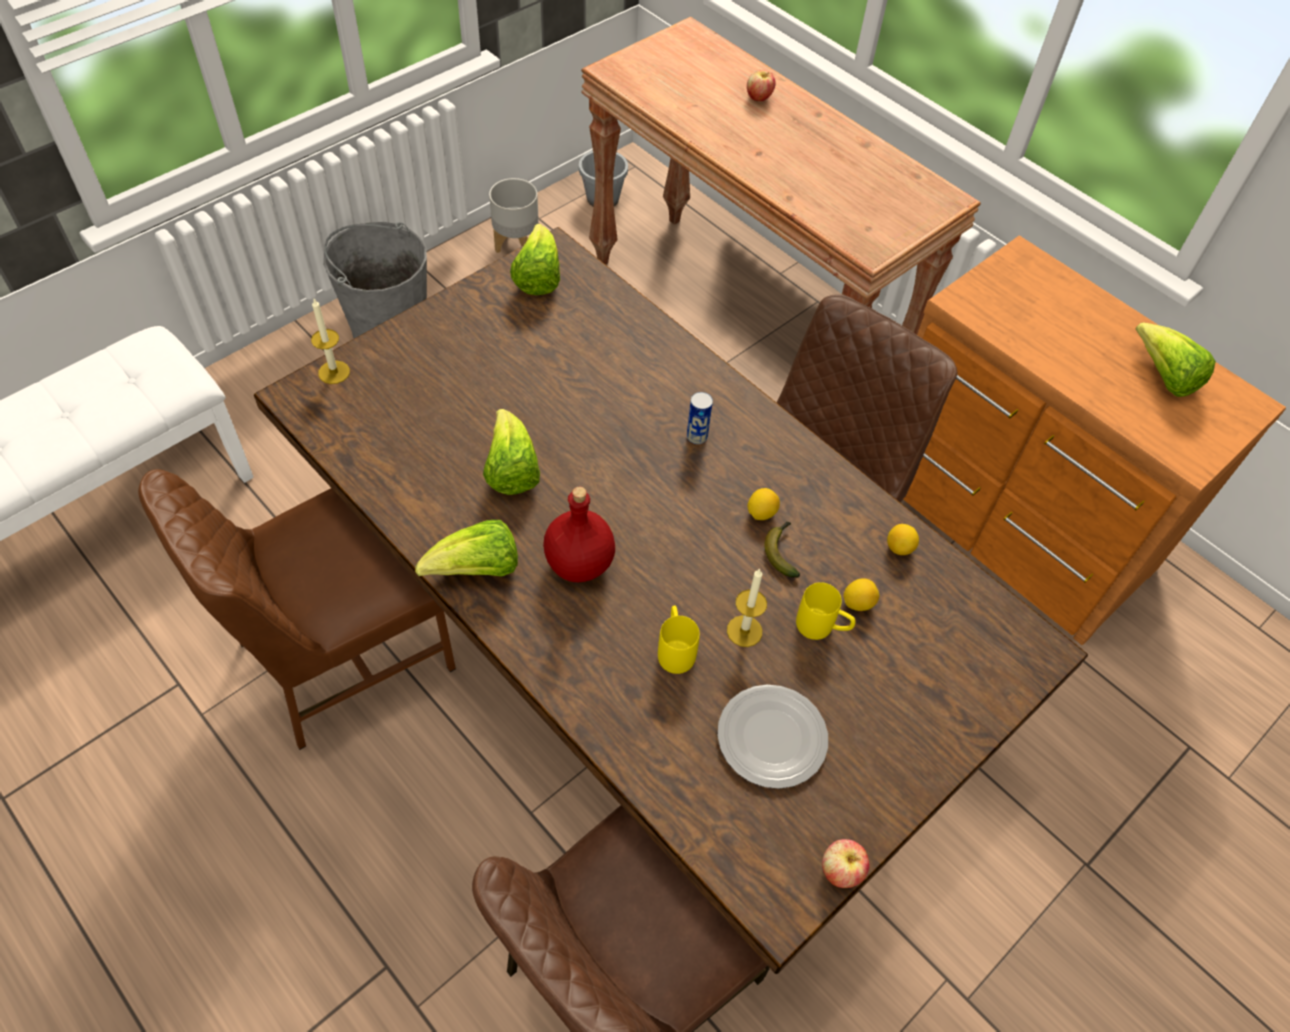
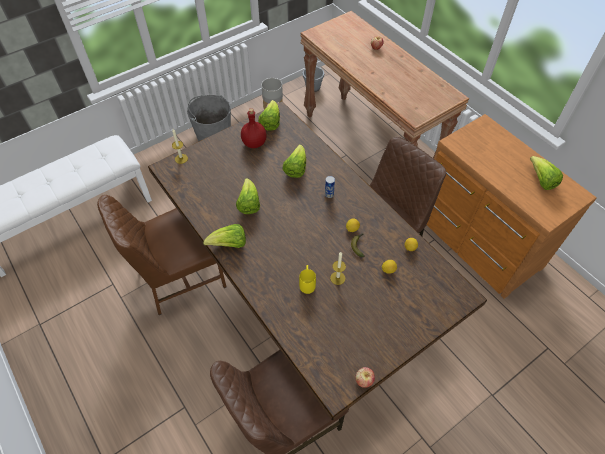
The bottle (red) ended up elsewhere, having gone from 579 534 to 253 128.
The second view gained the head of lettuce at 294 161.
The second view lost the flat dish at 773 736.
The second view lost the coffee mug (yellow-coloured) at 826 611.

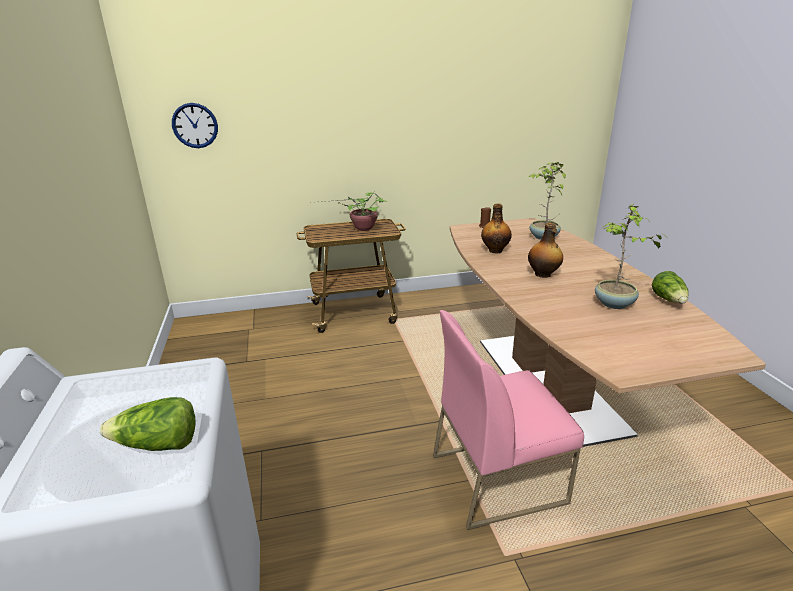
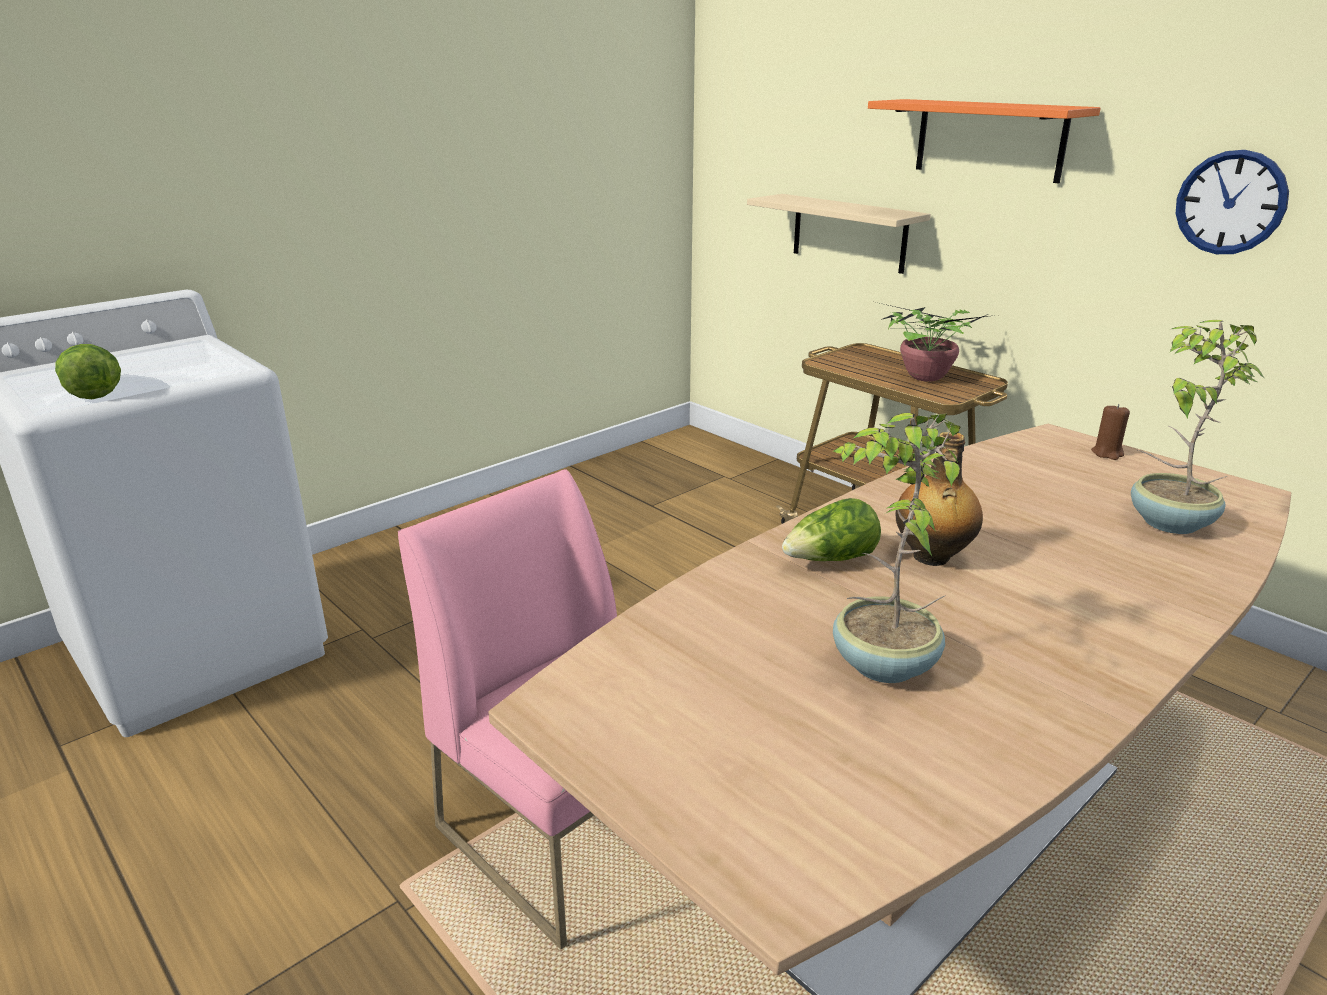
The second view gained the wall shelf (beige-coloured) at 839 234.
The head of lettuce ended up elsewhere, having gone from 670 287 to 831 529.
The second view gained the wall shelf (orange) at 984 141.
The clock on the wall ended up elsewhere, having gone from 195 125 to 1232 202.
The second view lost the bottle at 496 228.

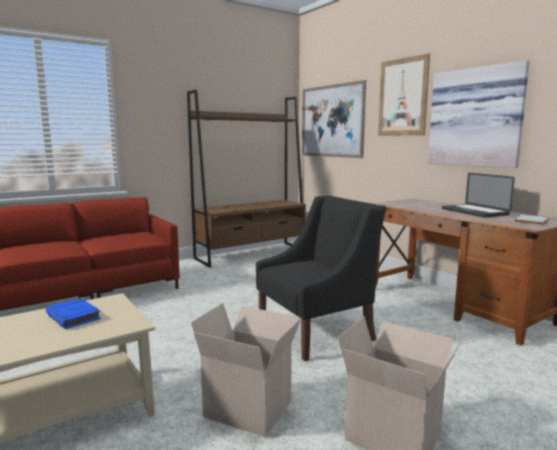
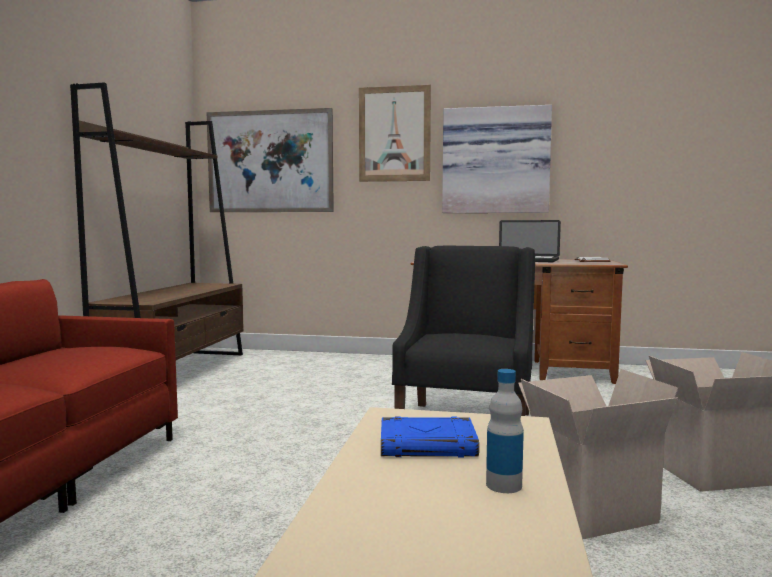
The second view gained the bottle at 505 431.

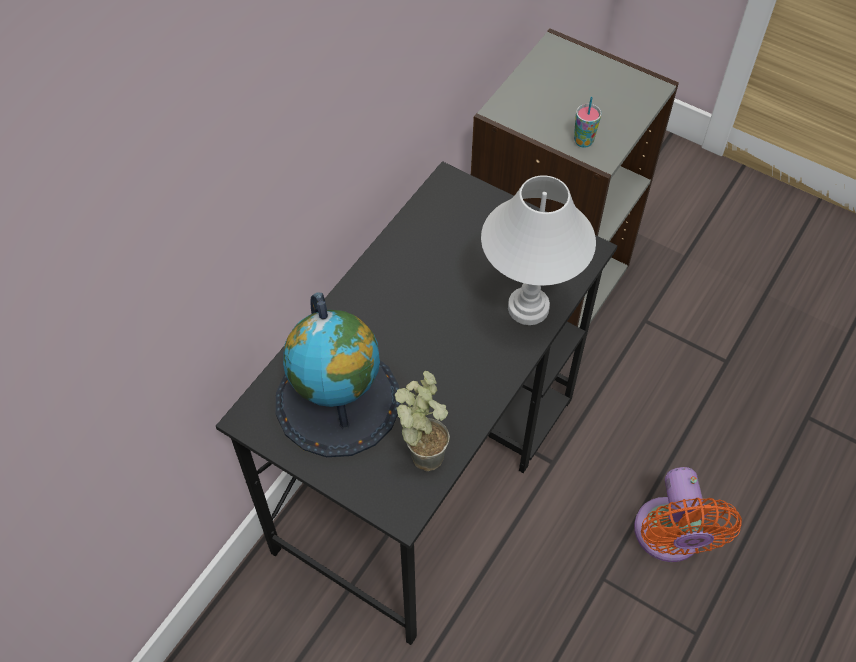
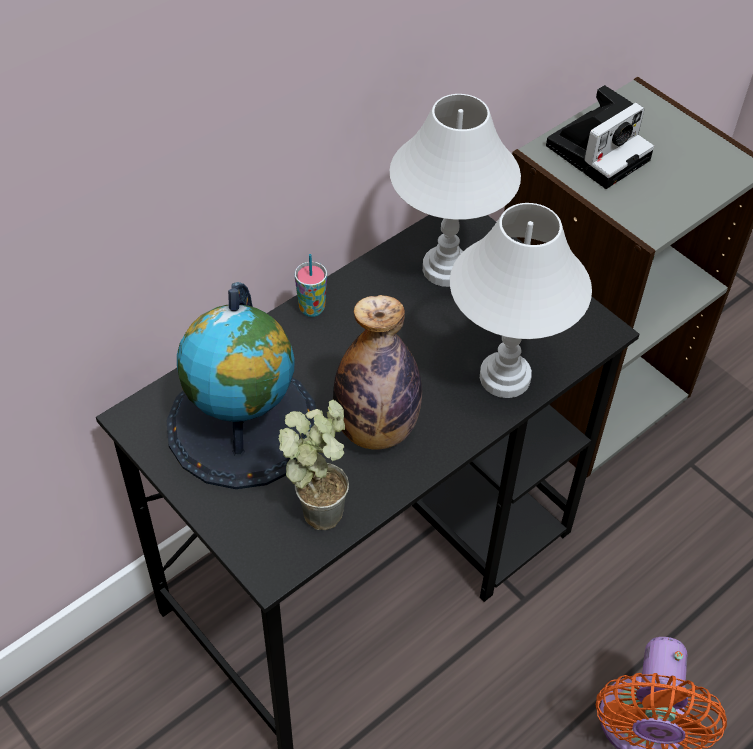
The small cup ended up elsewhere, having gone from 588 122 to 311 285.
The second view gained the bottle at 377 372.
The second view gained the table lamp (white-coloured) at 455 190.
The second view gained the photo camera at 600 137.

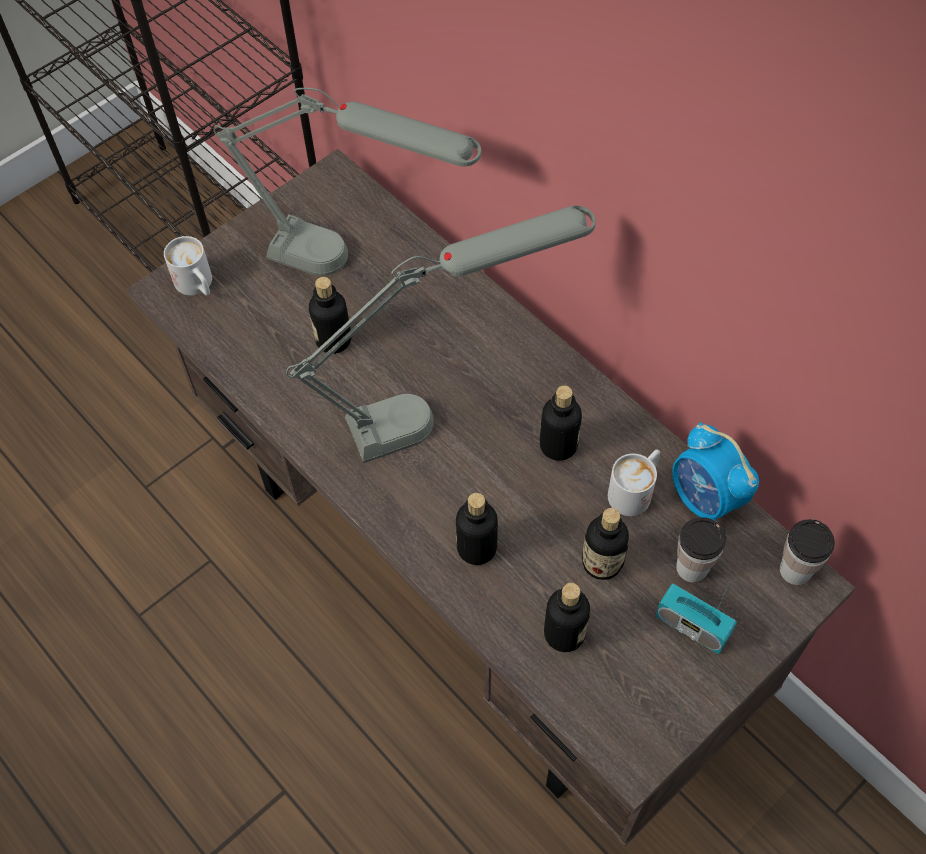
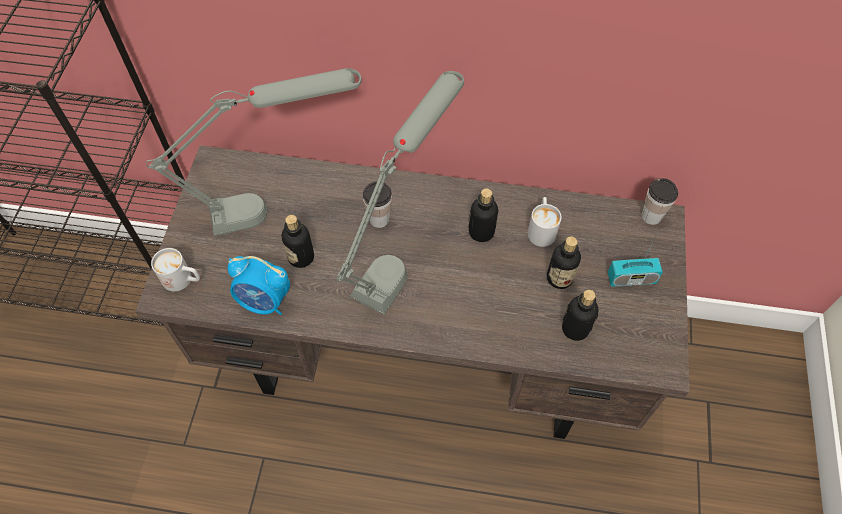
The table clock ended up elsewhere, having gone from 715 472 to 259 285.
The small cup ended up elsewhere, having gone from 701 550 to 377 204.
The second view lost the bottle at 477 529.

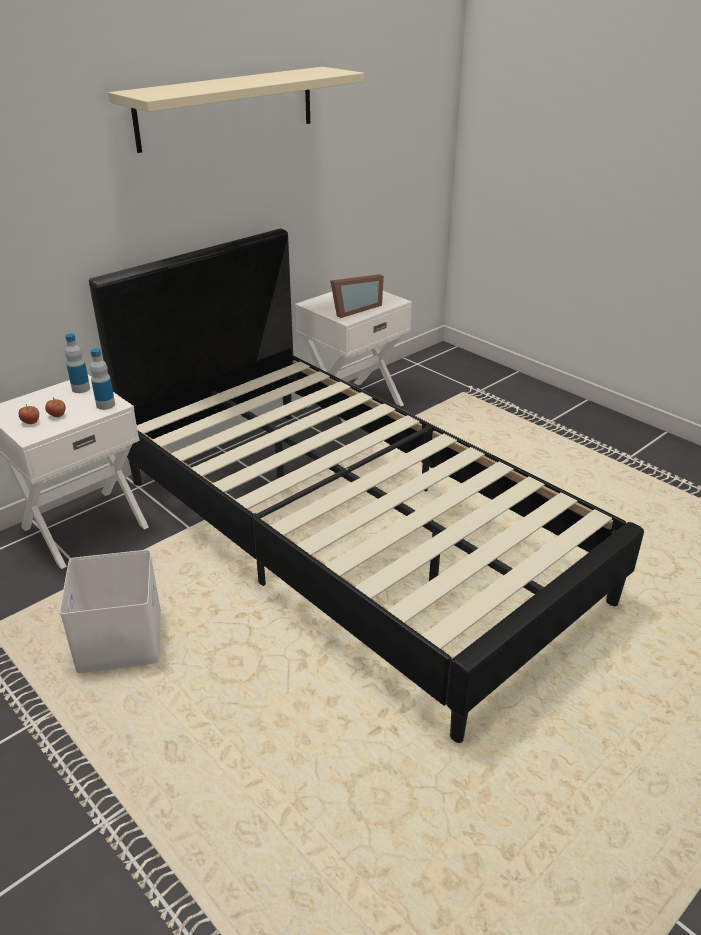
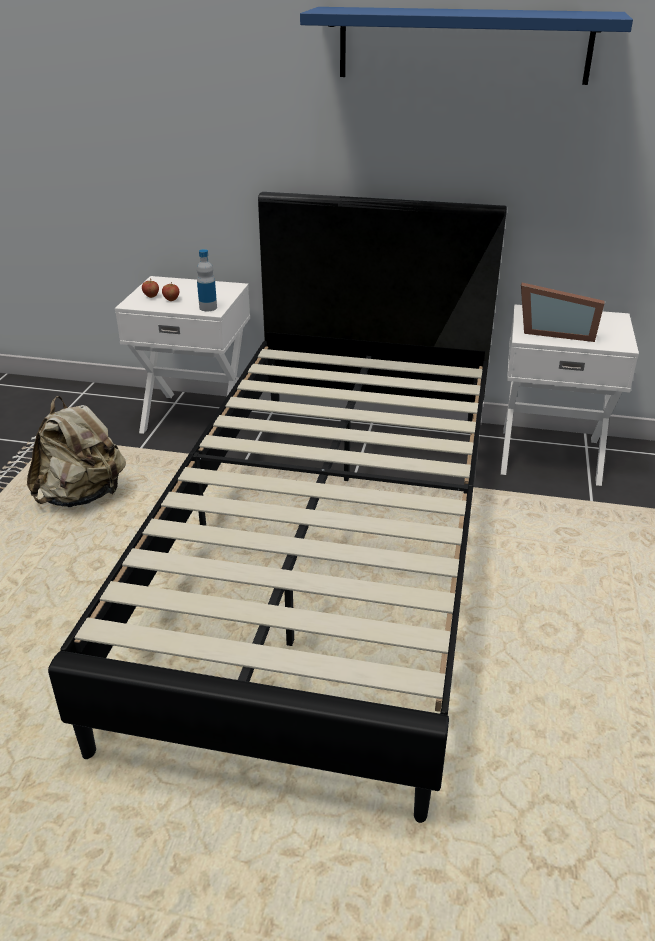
Where the storage container (white-coloured) stood at 110 611, the rucksack (beige-coloured) came to stand at 76 451.
What was the wall shelf (beige-coloured) at 236 110 turned into the wall shelf (blue-coloured) at 466 46.
The second view lost the bottle at 77 363.

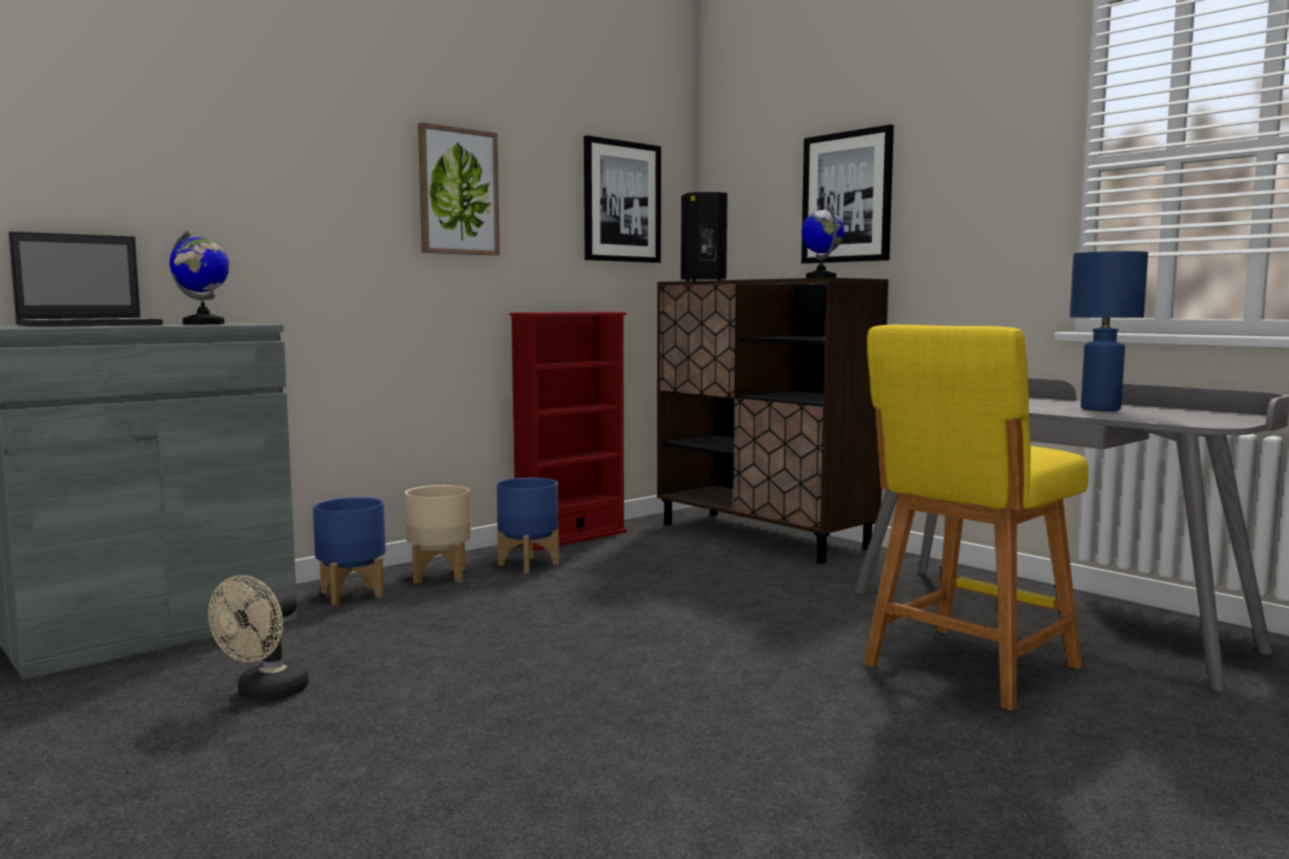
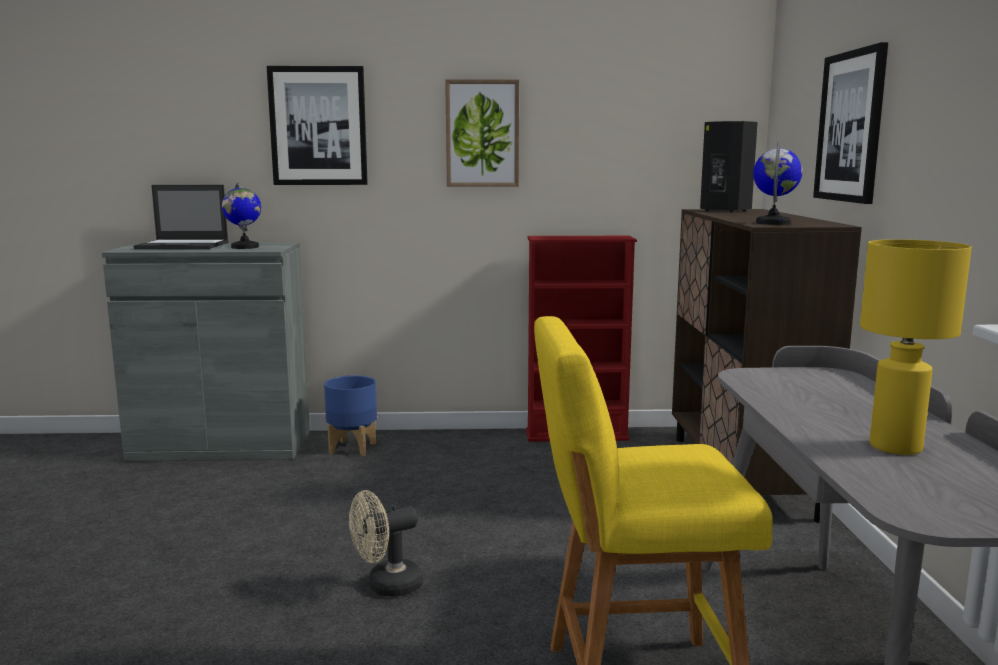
The wall picture ended up elsewhere, having gone from 622 199 to 317 125.
The cooling fan (beige-coloured) ended up elsewhere, having gone from 258 638 to 386 543.
What was the table lamp (blue-coloured) at 1109 331 turned into the table lamp (yellow-coloured) at 916 347.
The second view lost the flower pot (beige-coloured) at 438 534.
The second view lost the flower pot (blue-coloured) at 528 525.

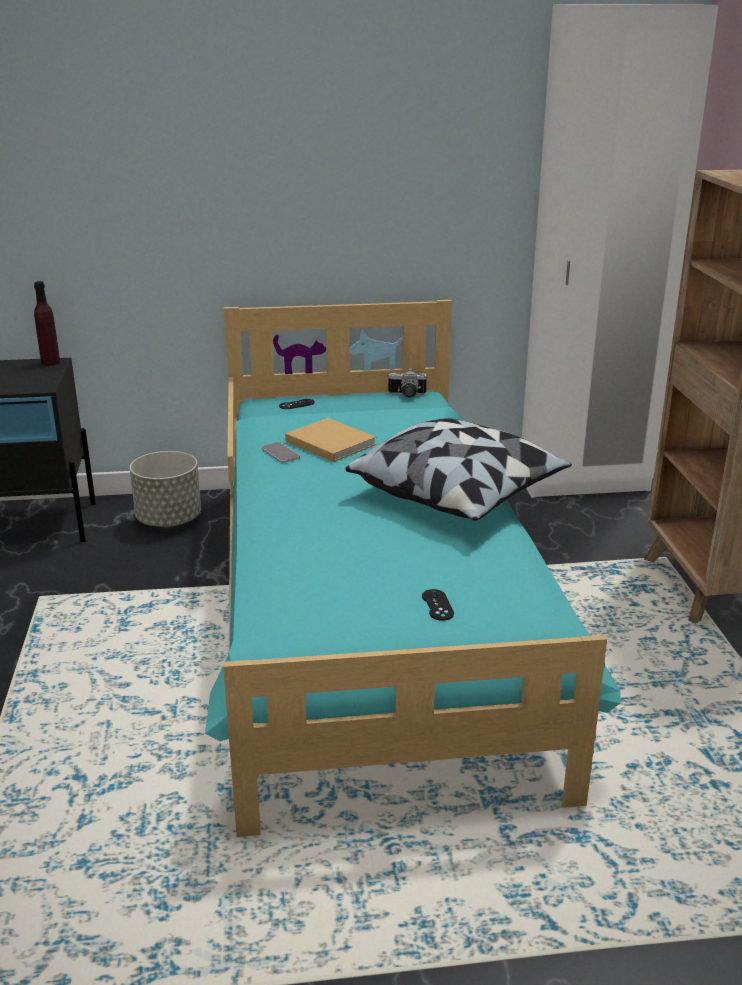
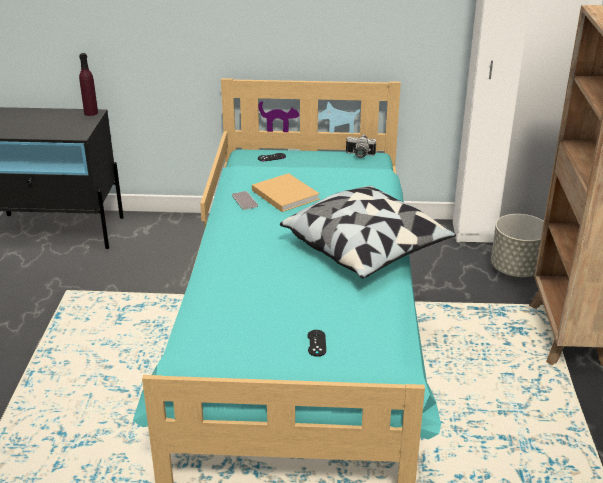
The flower pot (greyish) ended up elsewhere, having gone from 165 489 to 517 245.

